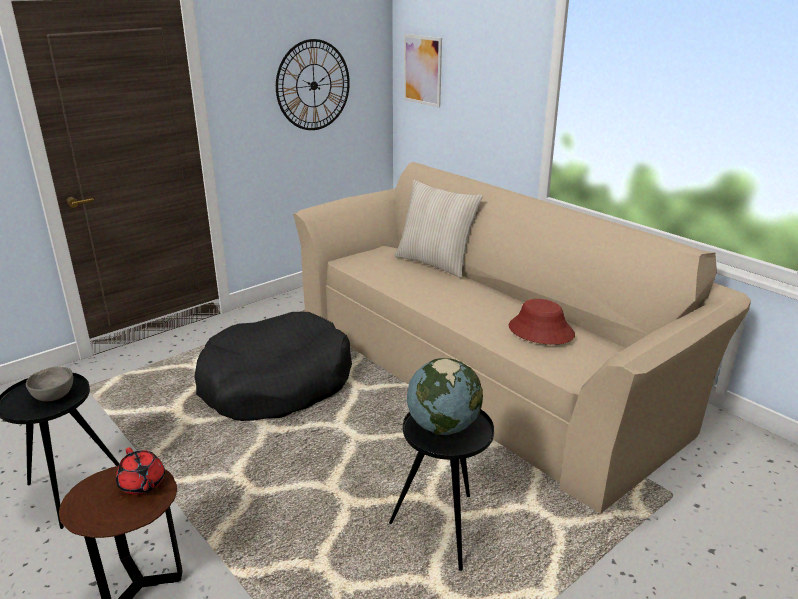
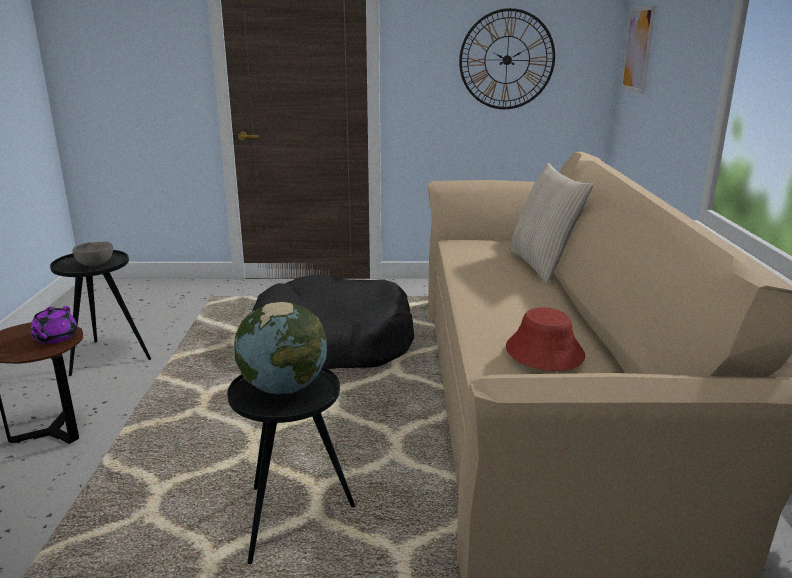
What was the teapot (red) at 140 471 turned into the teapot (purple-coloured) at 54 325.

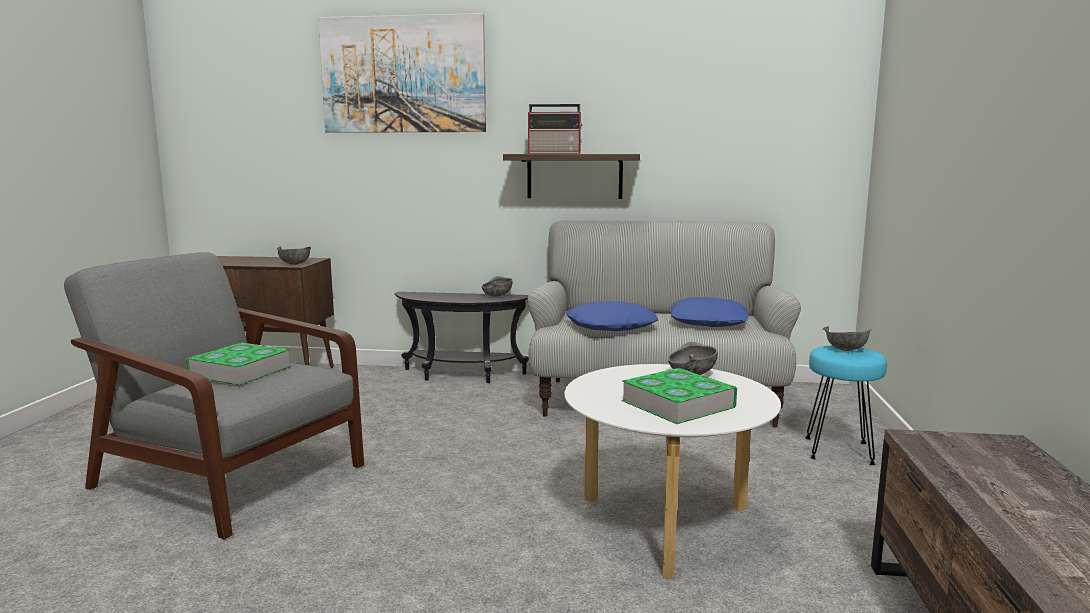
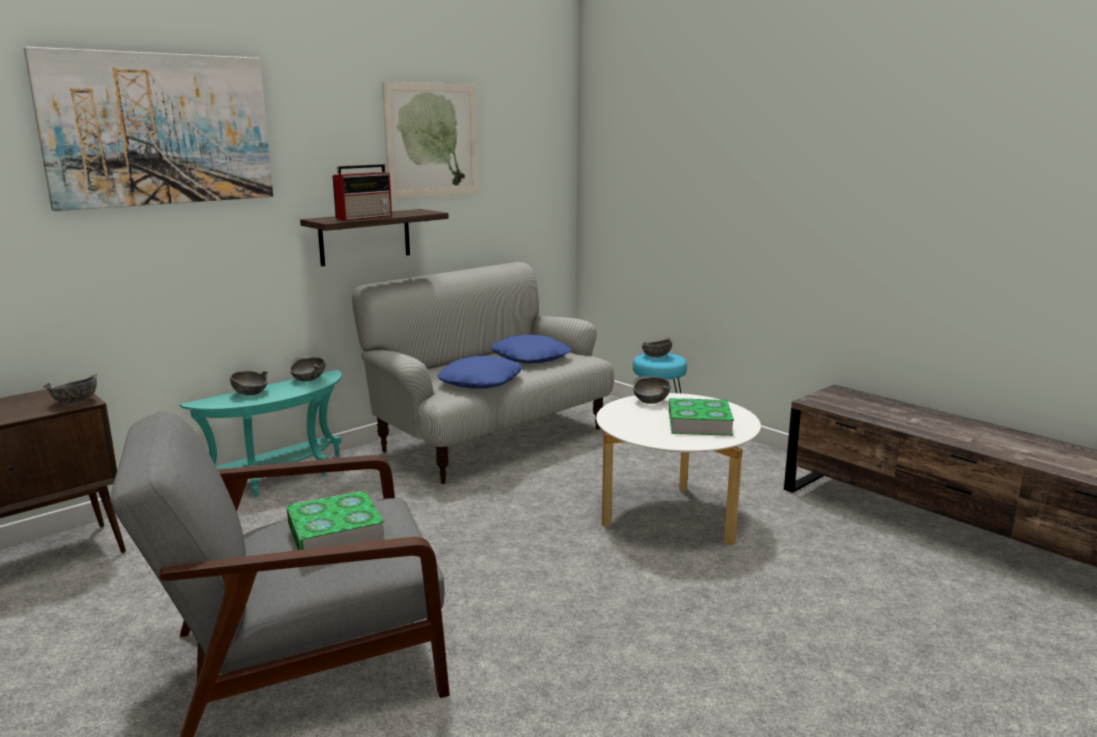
What was the side table (black-coloured) at 462 337 turned into the side table (turquoise) at 261 433.
The second view gained the serving bowl (greyish) at 248 382.
The second view gained the wall picture at 430 140.

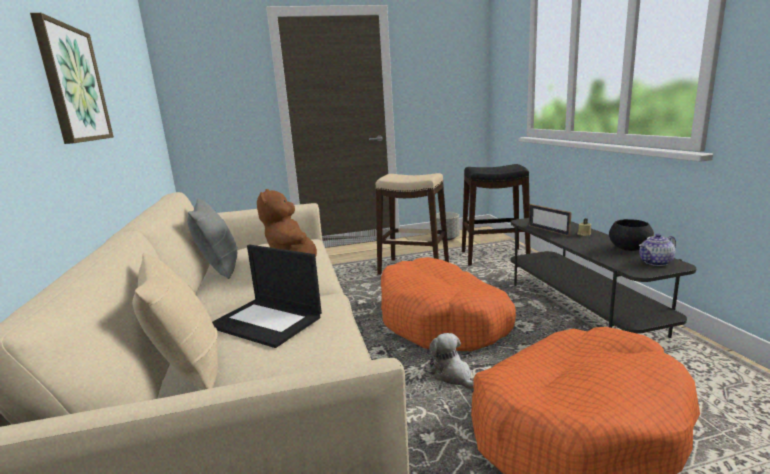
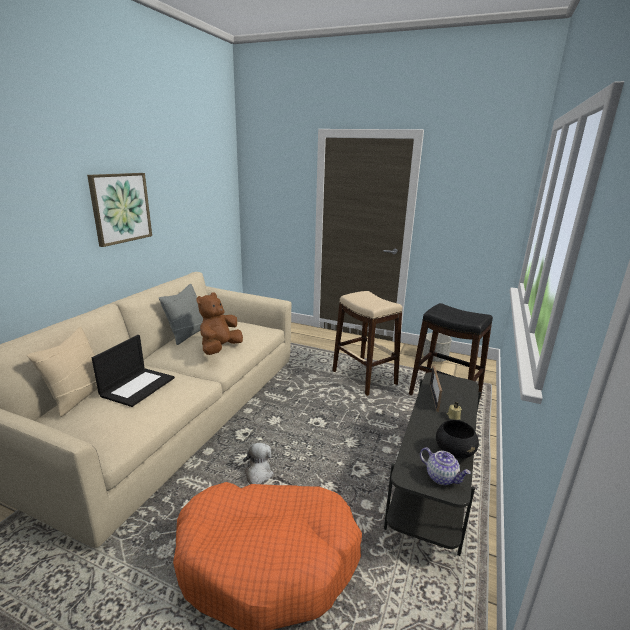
The notebook computer at 267 296 ended up facing another way, 135 degrees counterclockwise from before.
The teapot at 657 250 ended up facing another way, 150 degrees counterclockwise from before.
The second view lost the dog bed (orange) at 448 304.

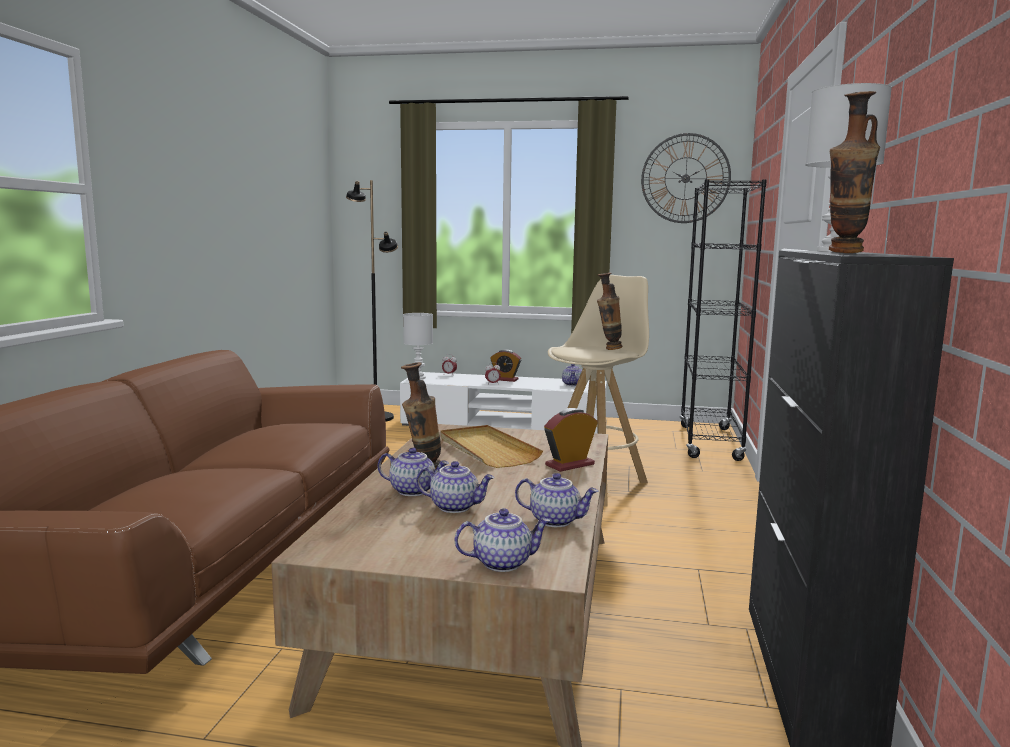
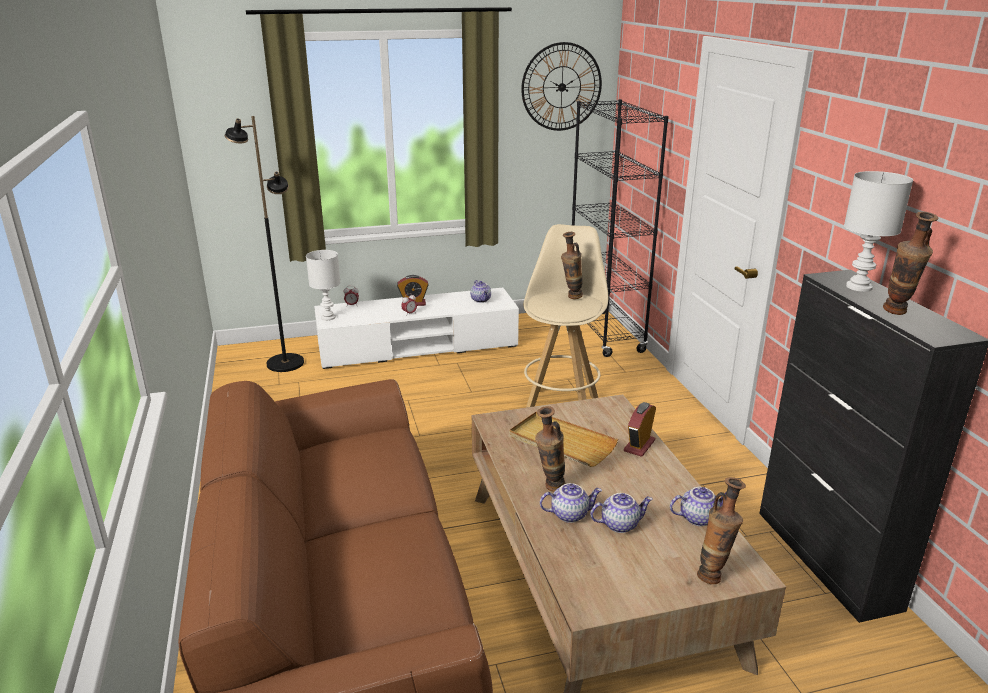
Where the teapot stood at 503 540, the decorative vase came to stand at 721 530.

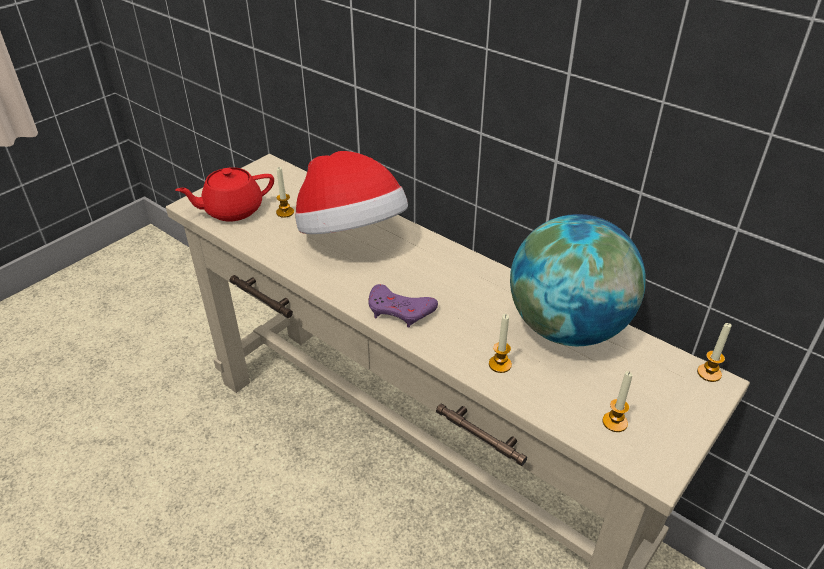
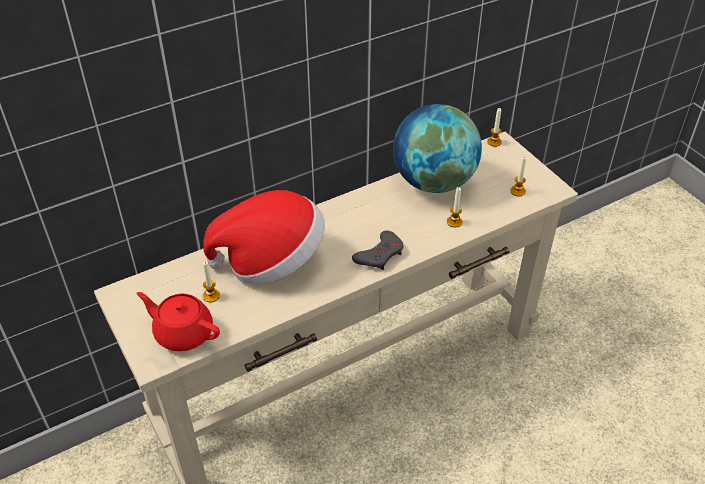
The teapot (red) at 224 194 ended up facing another way, 120 degrees clockwise from before.
What was the gamepad (purple-coloured) at 403 306 turned into the gamepad (greyish) at 377 250.

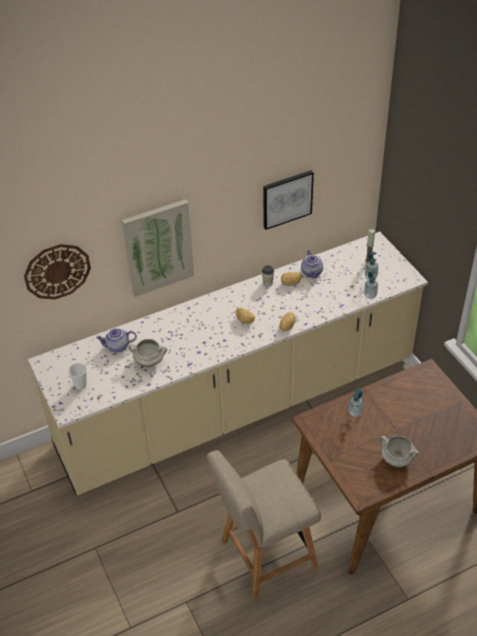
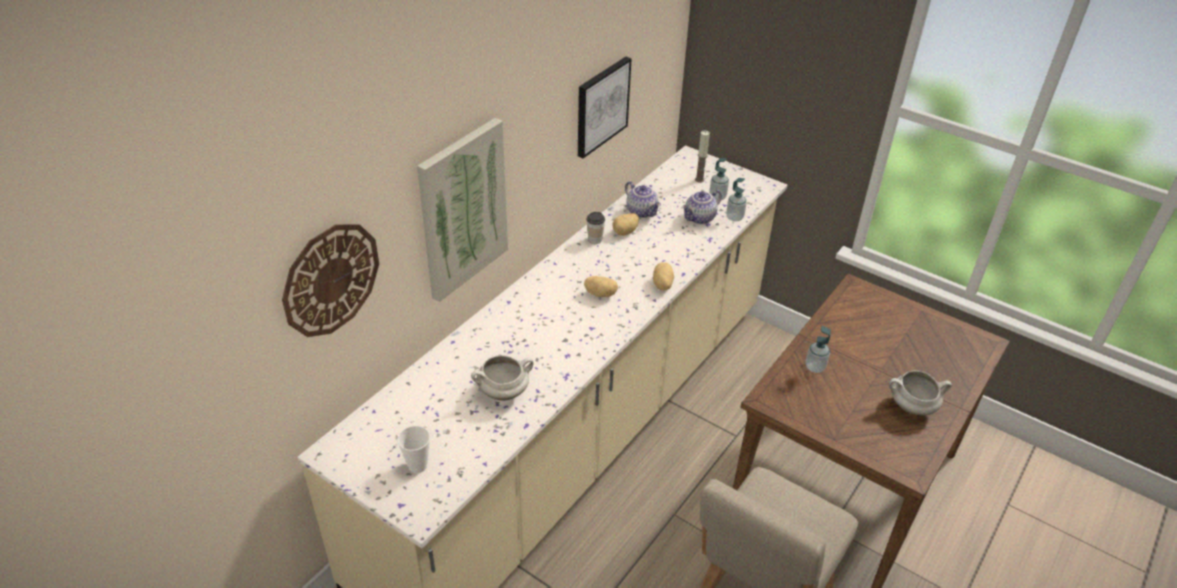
The teapot ended up elsewhere, having gone from 116 340 to 702 207.

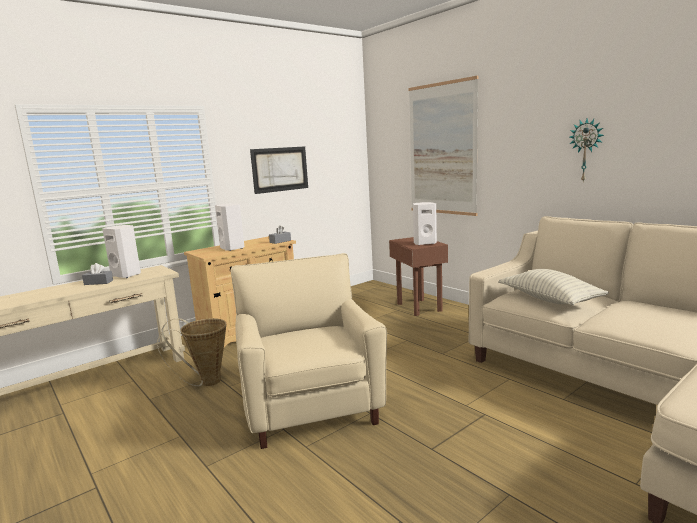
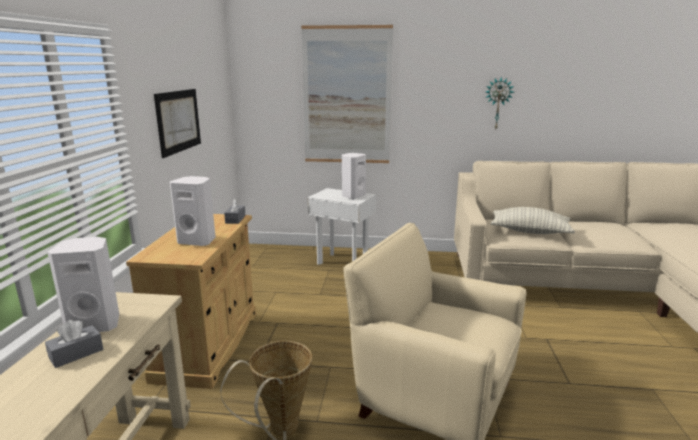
What was the side table (brown-coloured) at 418 276 turned into the side table (white-coloured) at 342 226.

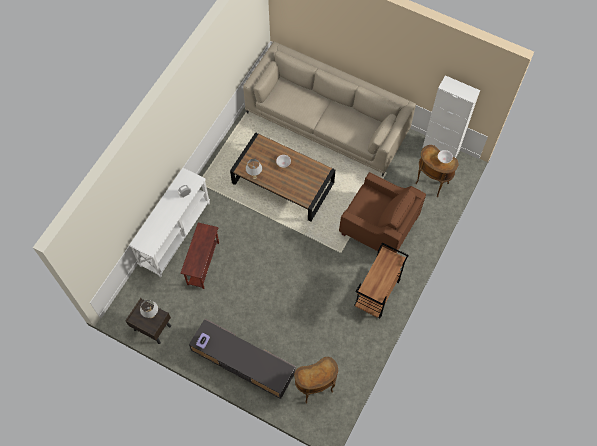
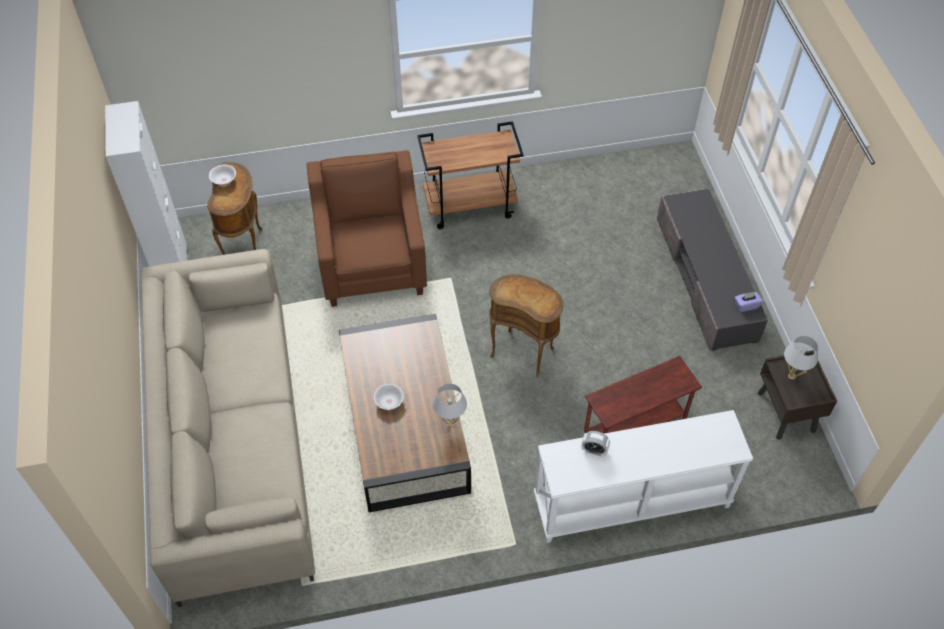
The side table (brown-coloured) ended up elsewhere, having gone from 316 380 to 526 325.

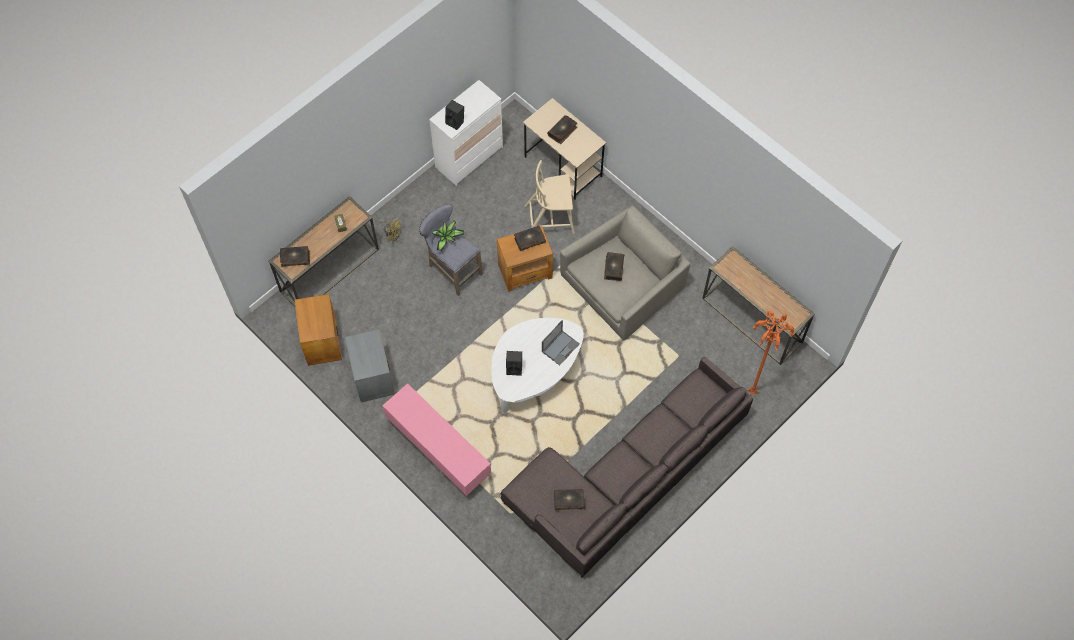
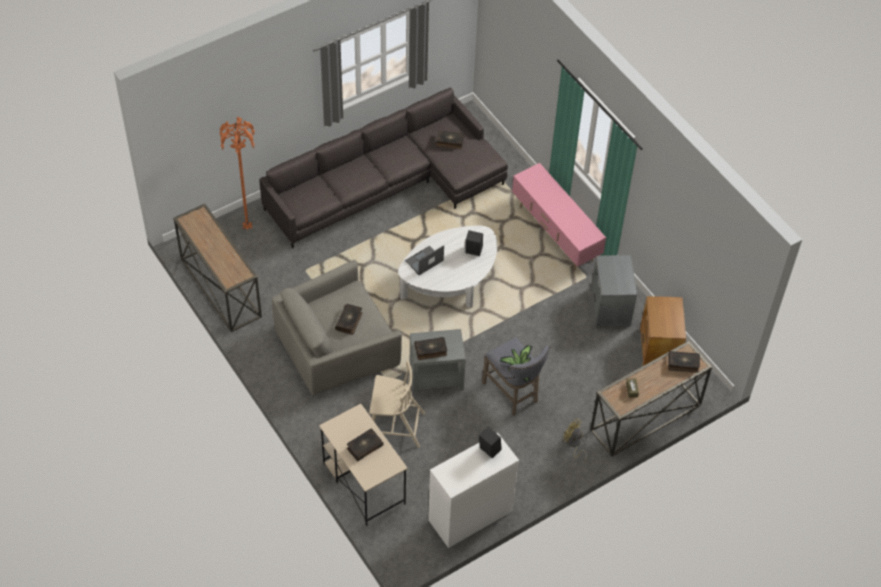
What was the side table (brown-coloured) at 525 259 turned into the side table (greyish) at 438 362.

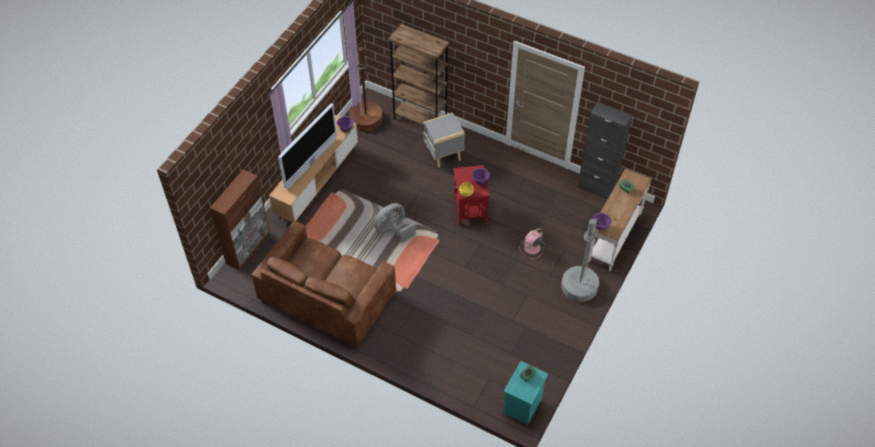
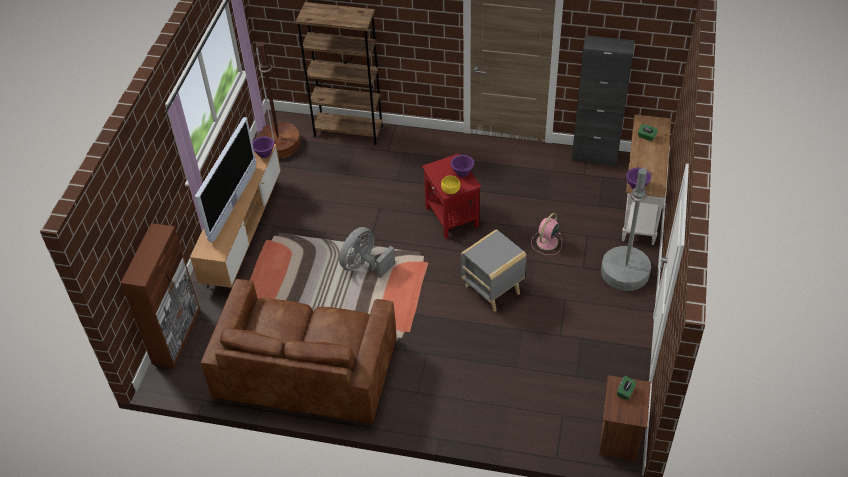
The side table (greyish) ended up elsewhere, having gone from 444 140 to 493 270.
What was the bedside table (turquoise) at 525 393 turned into the bedside table (brown-coloured) at 625 418.

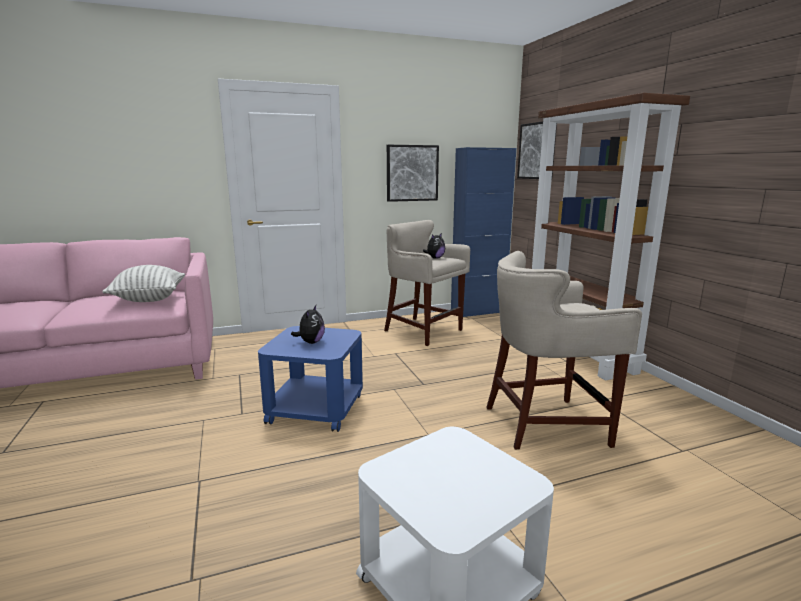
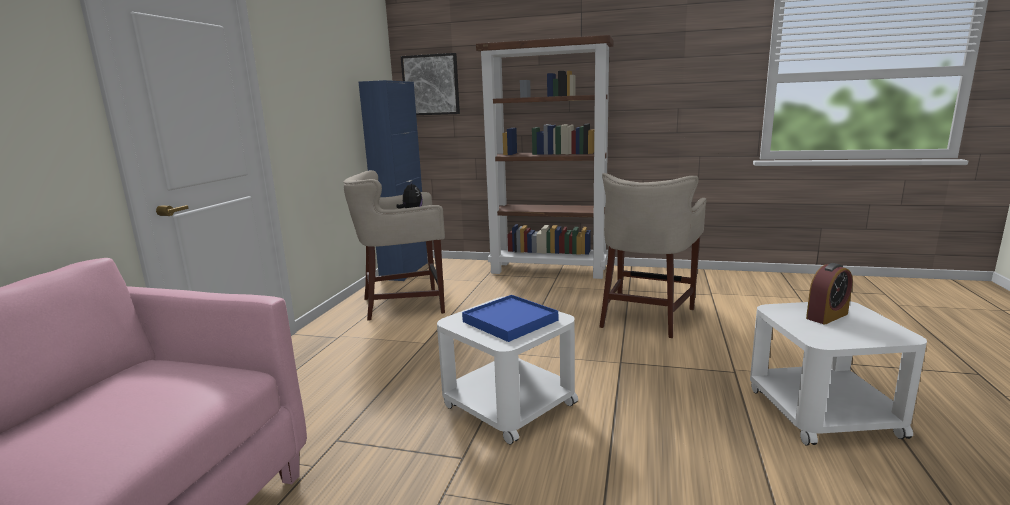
What was the side table (blue-coloured) at 310 379 turned into the side table (white-coloured) at 507 370.
Where the soft toy stood at 308 324, the carrying tray (blue-coloured) came to stand at 510 318.
The second view gained the table clock at 829 293.
The second view lost the cushion at 144 283.
The second view lost the wall picture at 413 173.

